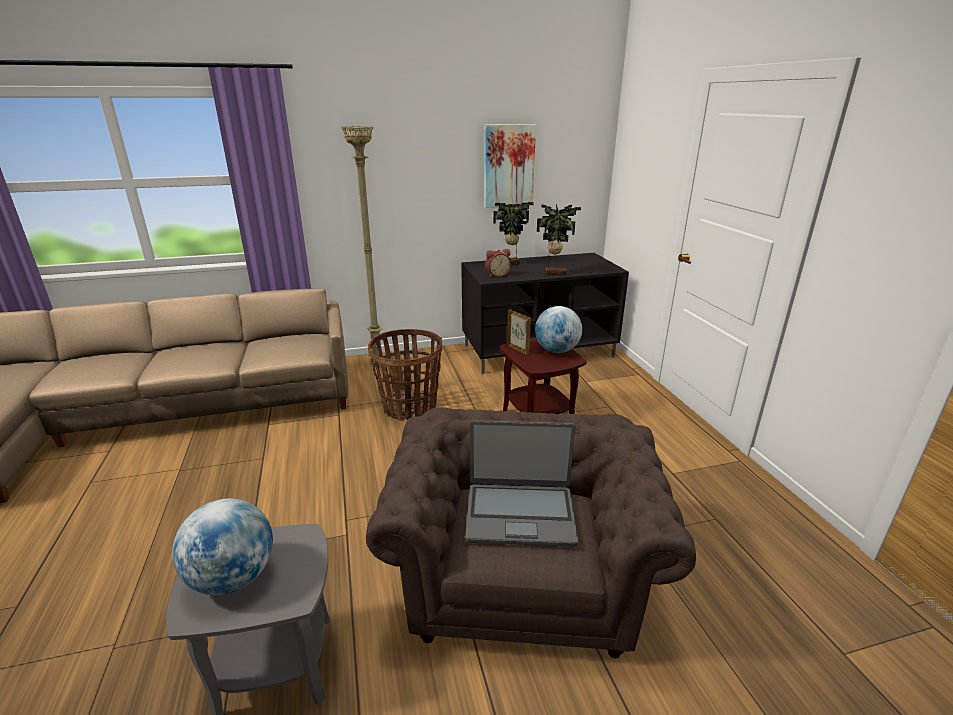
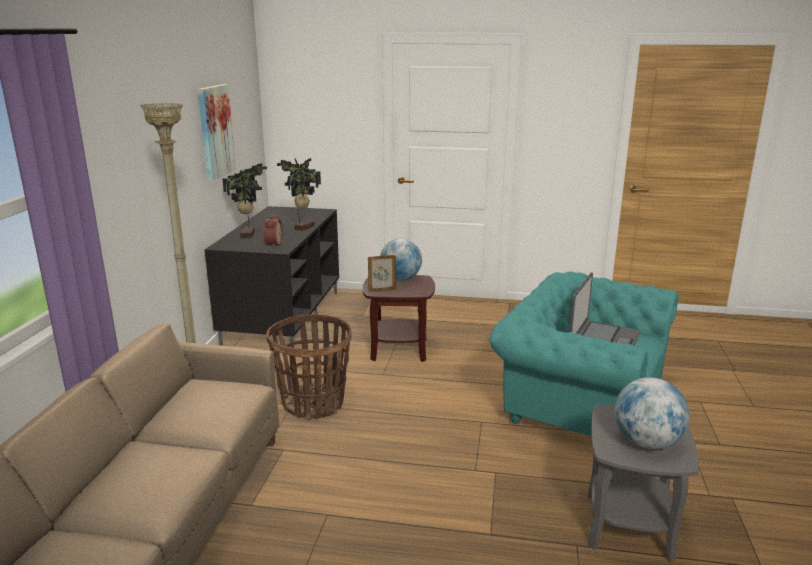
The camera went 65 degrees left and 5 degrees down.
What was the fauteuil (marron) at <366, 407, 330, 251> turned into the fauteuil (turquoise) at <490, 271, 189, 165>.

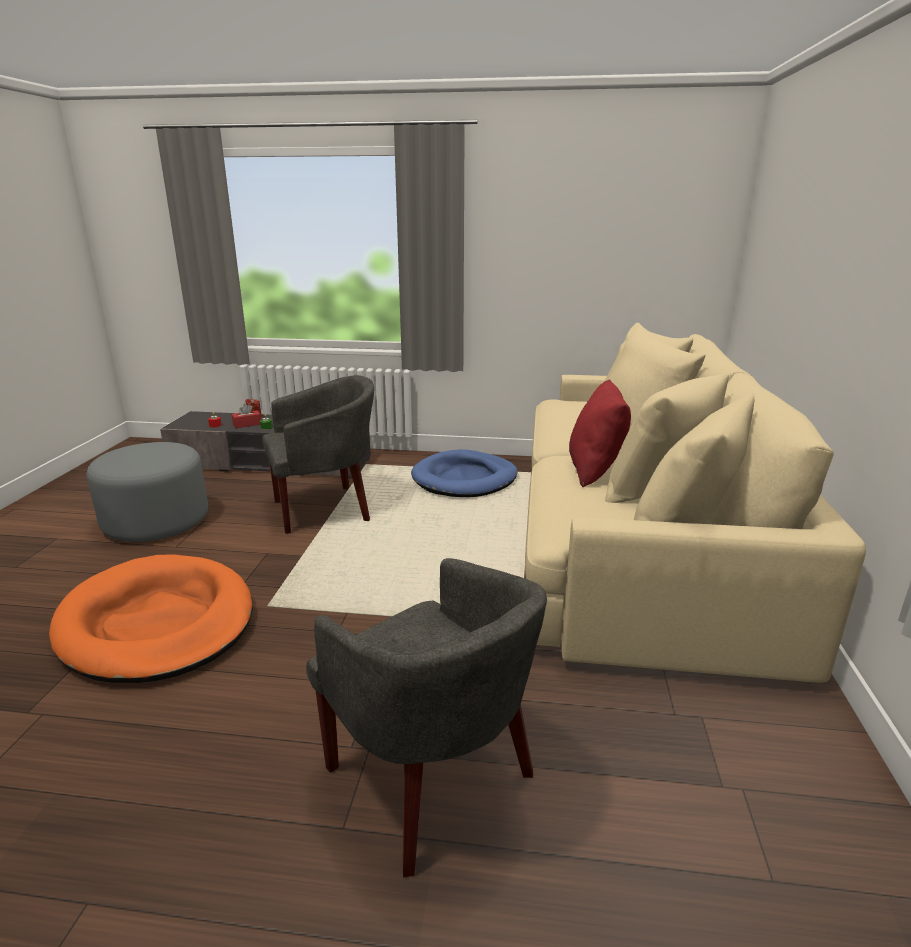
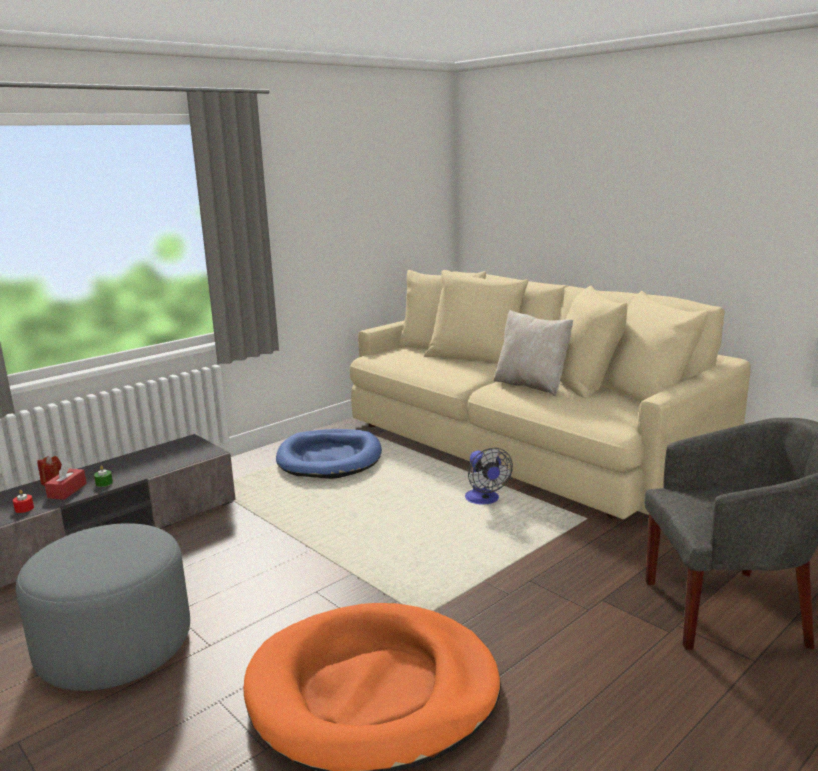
The camera went 50 degrees left and 5 degrees down.
The second view lost the fauteuil (gris) at <262, 375, 112, 159>.
What was the coussin (rouge) at <569, 379, 62, 108> turned into the coussin (beige) at <494, 310, 79, 86>.
The second view gained the ventilateur at <465, 447, 48, 58>.

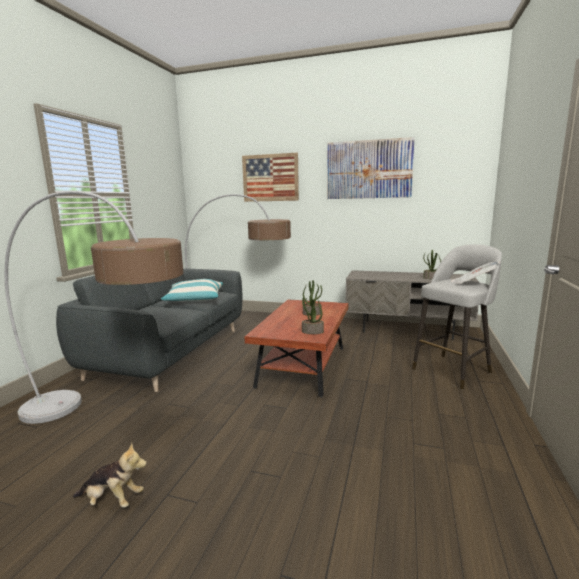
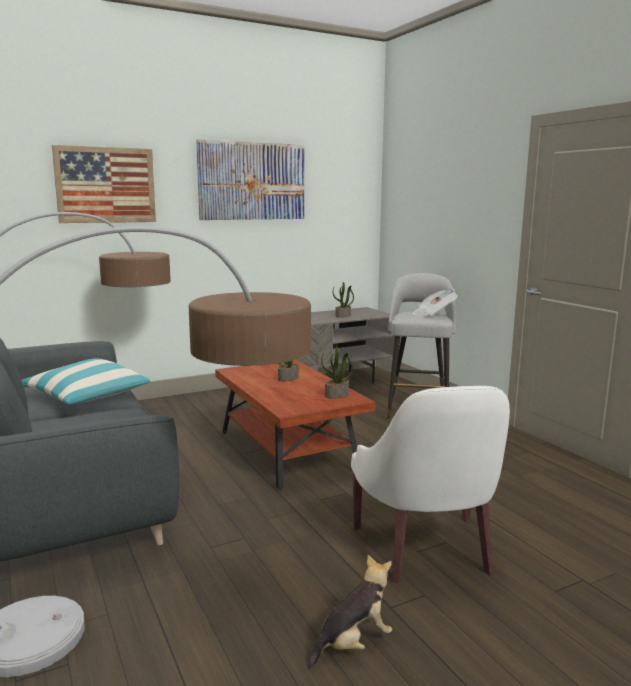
The camera went 45 degrees left and 0 degrees up.
The second view gained the fauteuil (blanc) at <351, 386, 159, 197>.

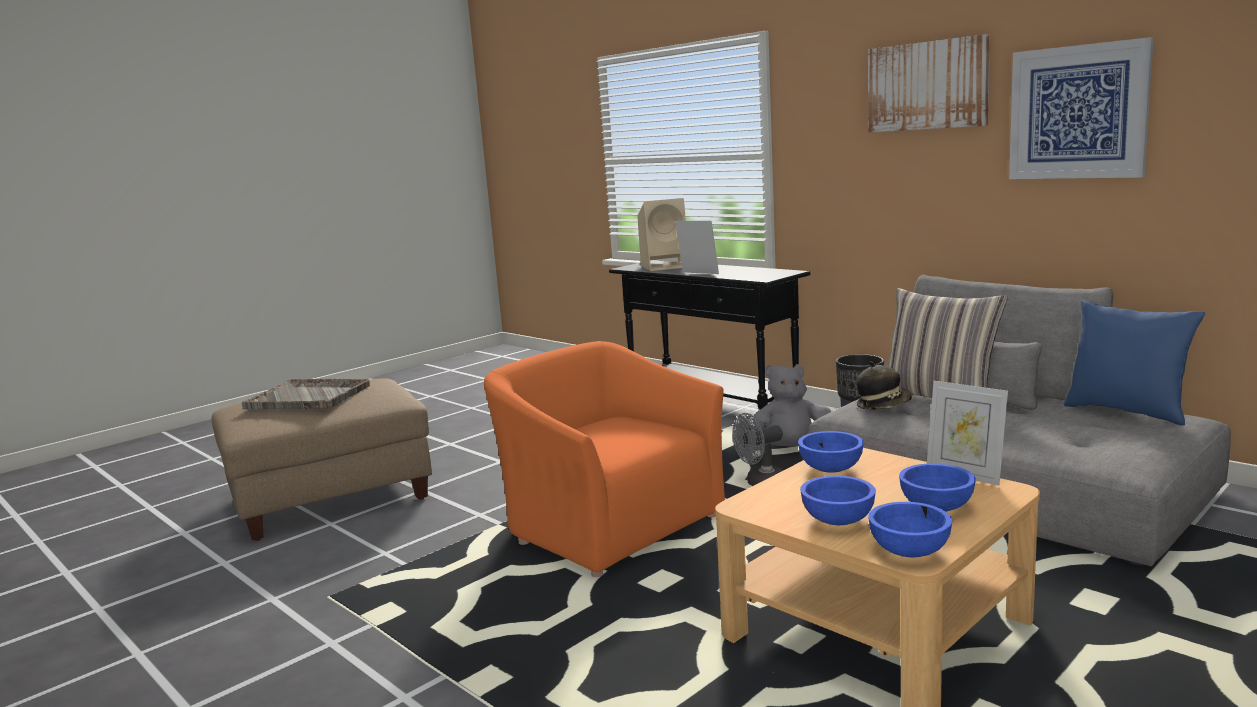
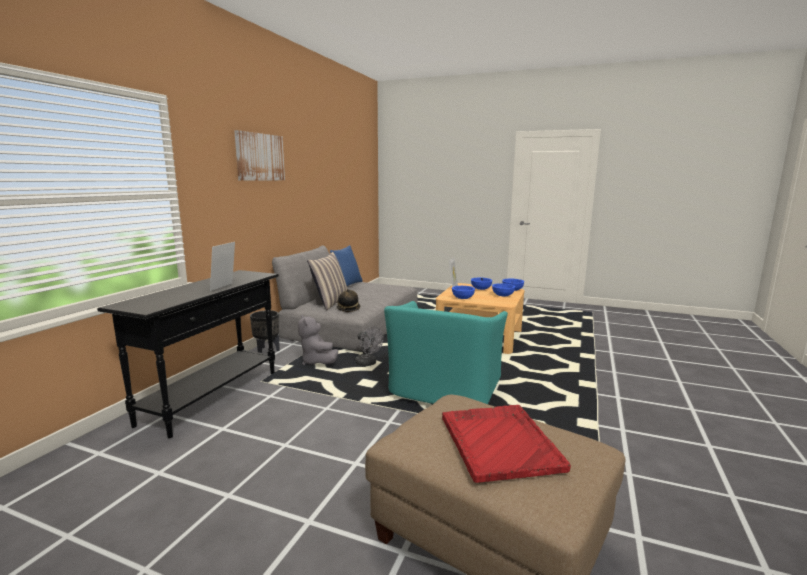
The camera went 115 degrees left and 0 degrees up.
What was the plateau (gris) at <242, 379, 128, 30> turned into the plateau (rouge) at <442, 405, 129, 78>.
What was the fauteuil (orange) at <484, 341, 241, 236> turned into the fauteuil (turquoise) at <384, 301, 124, 103>.
The second view lost the enceinte (beige) at <637, 198, 49, 73>.
The second view lost the tableau at <1009, 37, 145, 142>.

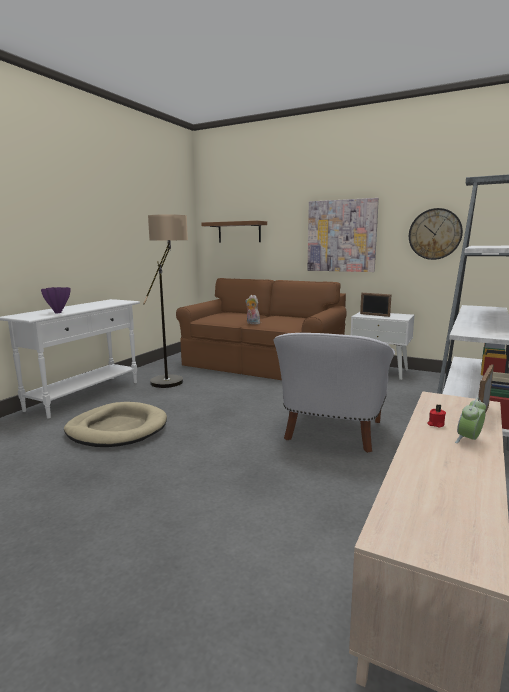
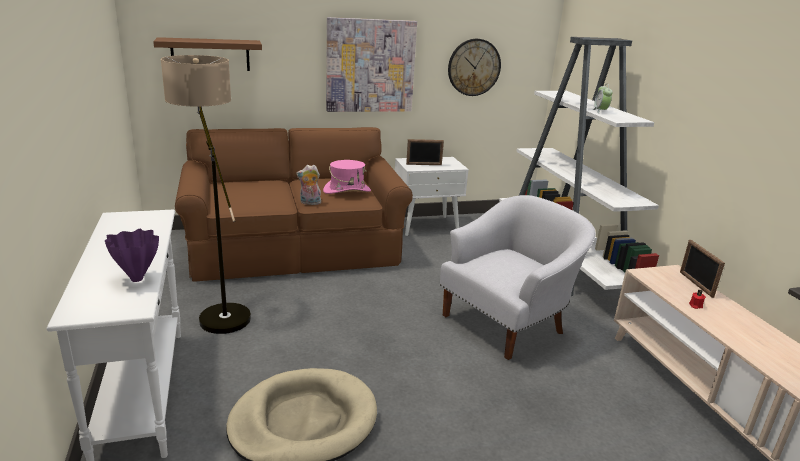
The camera went 45 degrees left and 10 degrees up.
The fauteuil (blanc) at <273, 333, 122, 120> ended up facing another way, 105 degrees counterclockwise from before.
The réveil ended up elsewhere, having gone from <455, 398, 31, 45> to <593, 84, 20, 29>.
The second view gained the chapeau (rose) at <323, 160, 48, 34>.

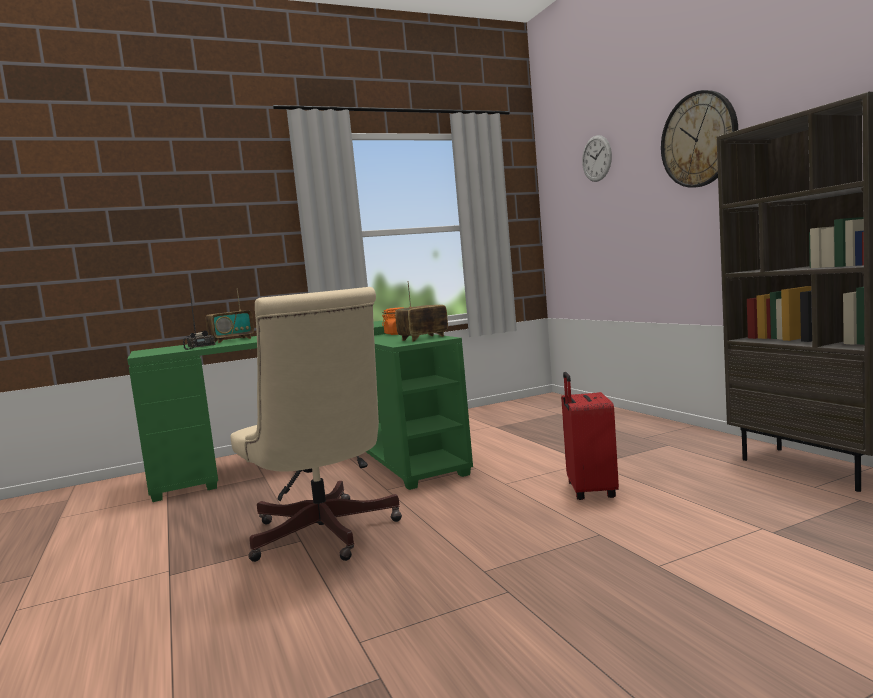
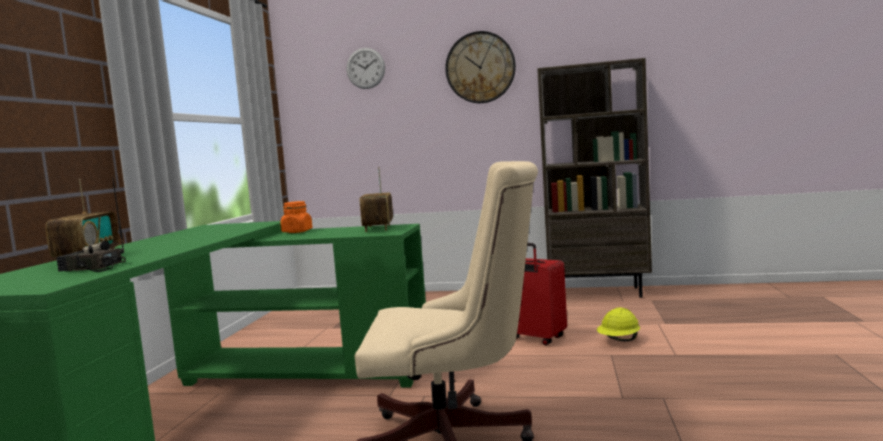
The camera went 55 degrees left and 0 degrees up.
The second view gained the casque de chantier (jaune) at <597, 307, 43, 34>.

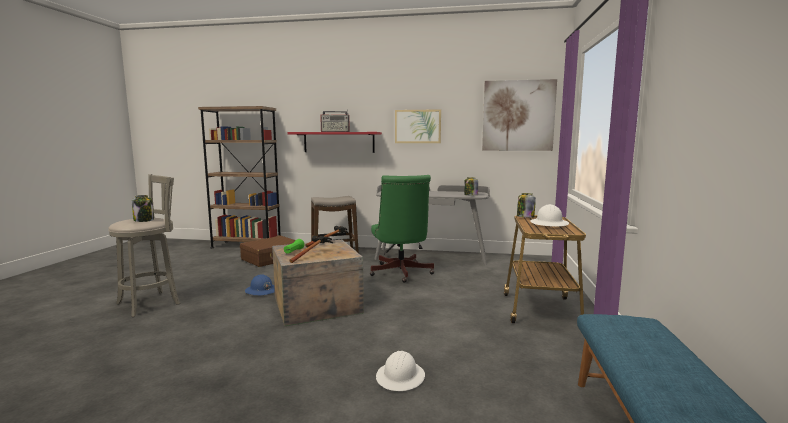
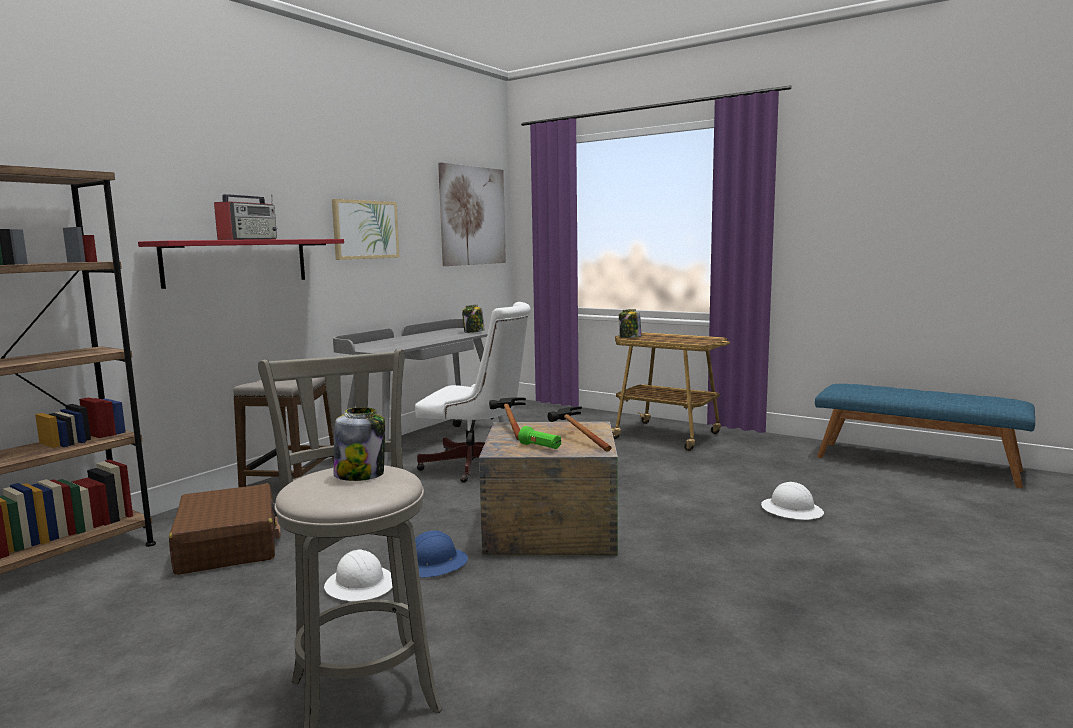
The camera went 65 degrees left and 0 degrees up.
What was the chaise de bureau (vert) at <370, 175, 64, 108> turned into the chaise de bureau (blanc) at <415, 302, 116, 181>.
The casque de chantier (blanc) ended up elsewhere, having gone from <530, 204, 39, 23> to <324, 549, 69, 52>.

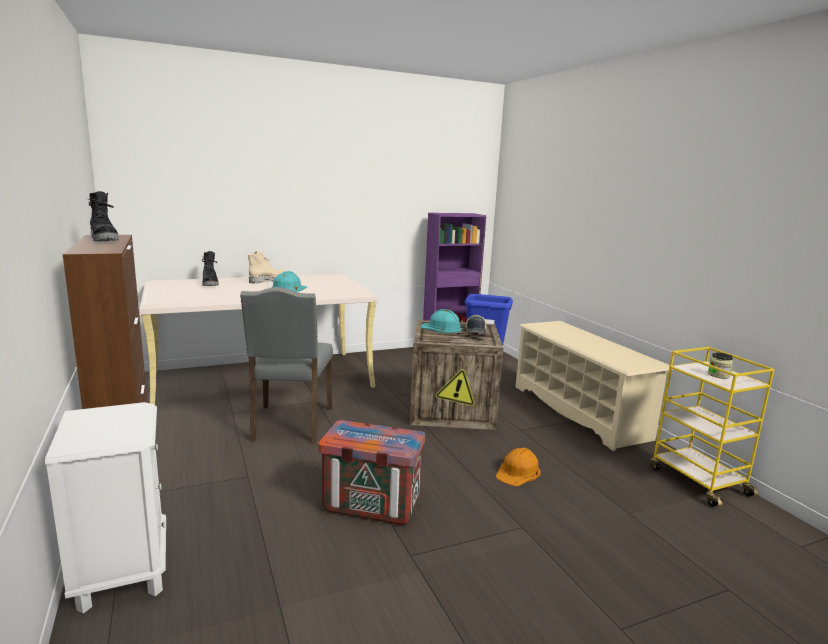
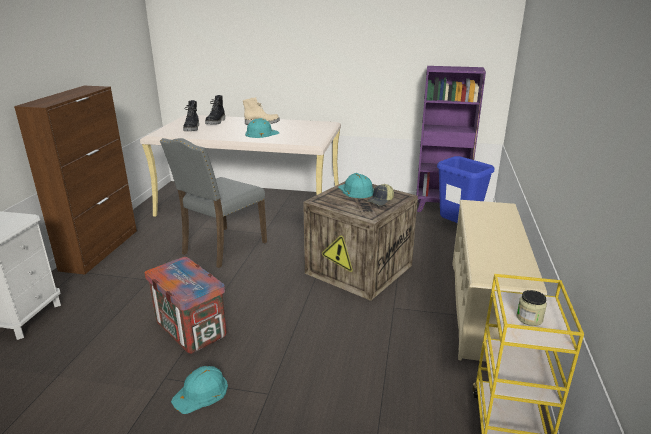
The camera went 35 degrees right and 10 degrees up.
The botte (noir) ended up elsewhere, having gone from <89, 191, 30, 50> to <183, 100, 16, 31>.
The second view lost the casque de chantier (orange) at <496, 448, 45, 38>.
The second view gained the casque de chantier (turquoise) at <171, 366, 57, 48>.

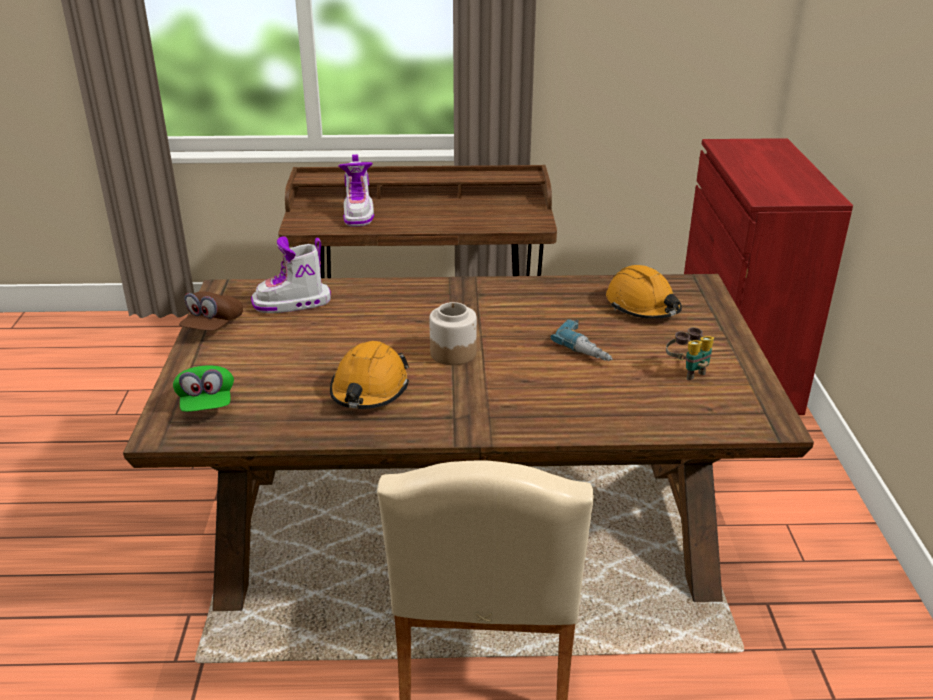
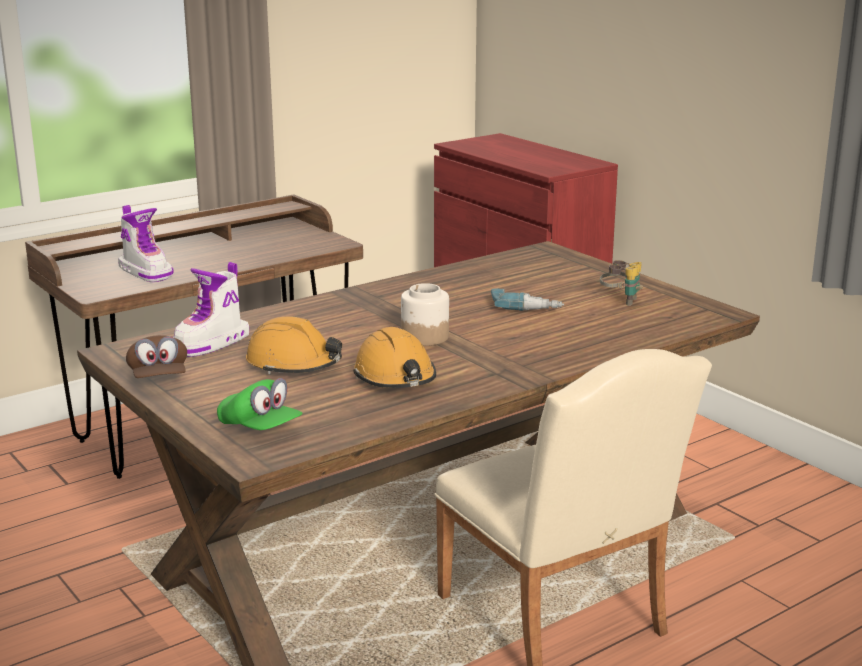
The camera went 35 degrees left and 10 degrees down.
The casque de chantier (orange) ended up elsewhere, having gone from <606, 265, 76, 54> to <246, 316, 96, 59>.

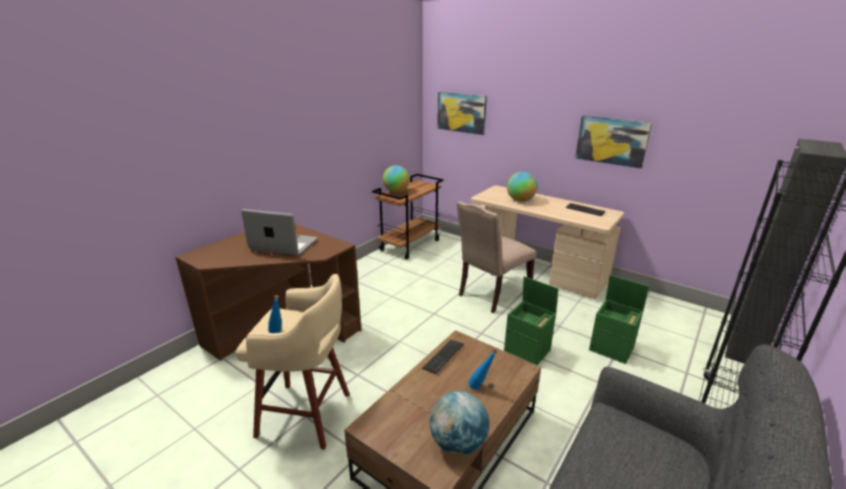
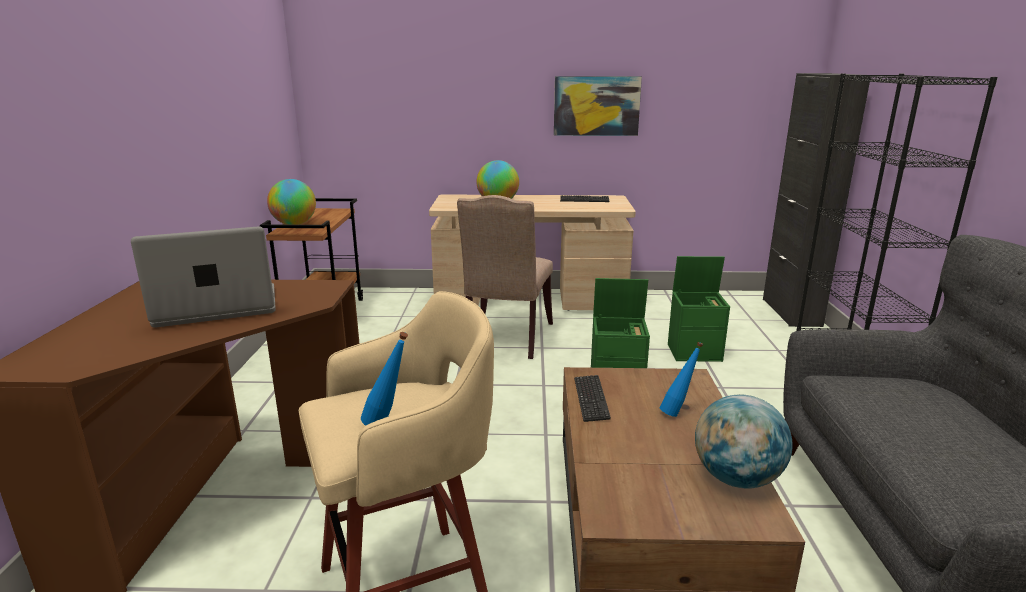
The camera went 35 degrees left and 5 degrees down.
The second view lost the tableau at <437, 92, 50, 43>.

